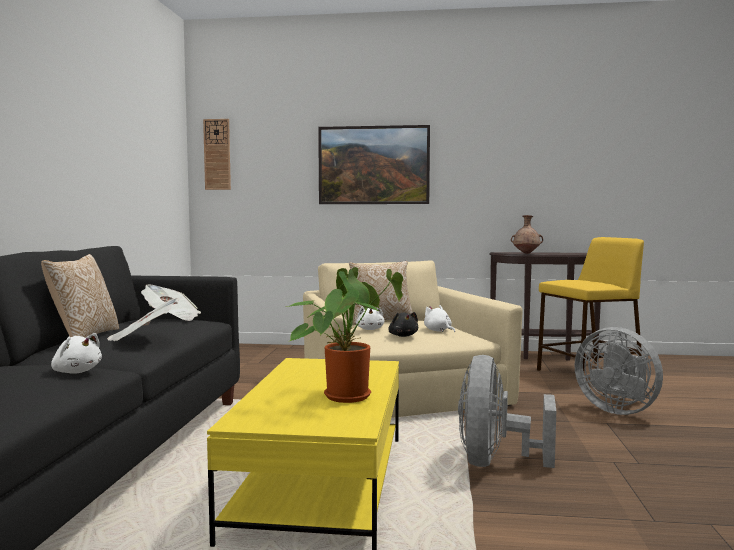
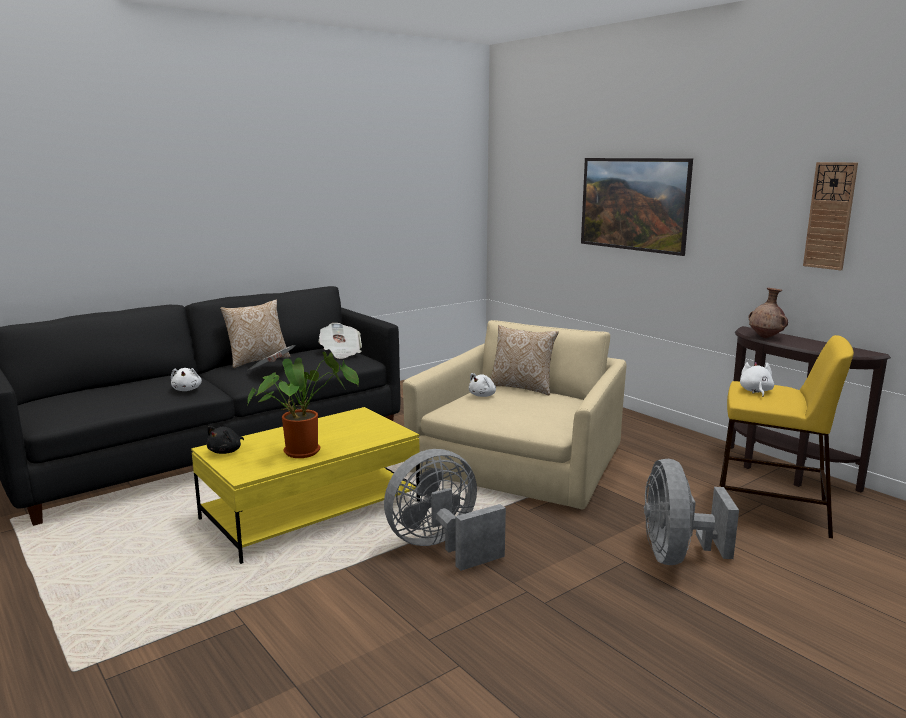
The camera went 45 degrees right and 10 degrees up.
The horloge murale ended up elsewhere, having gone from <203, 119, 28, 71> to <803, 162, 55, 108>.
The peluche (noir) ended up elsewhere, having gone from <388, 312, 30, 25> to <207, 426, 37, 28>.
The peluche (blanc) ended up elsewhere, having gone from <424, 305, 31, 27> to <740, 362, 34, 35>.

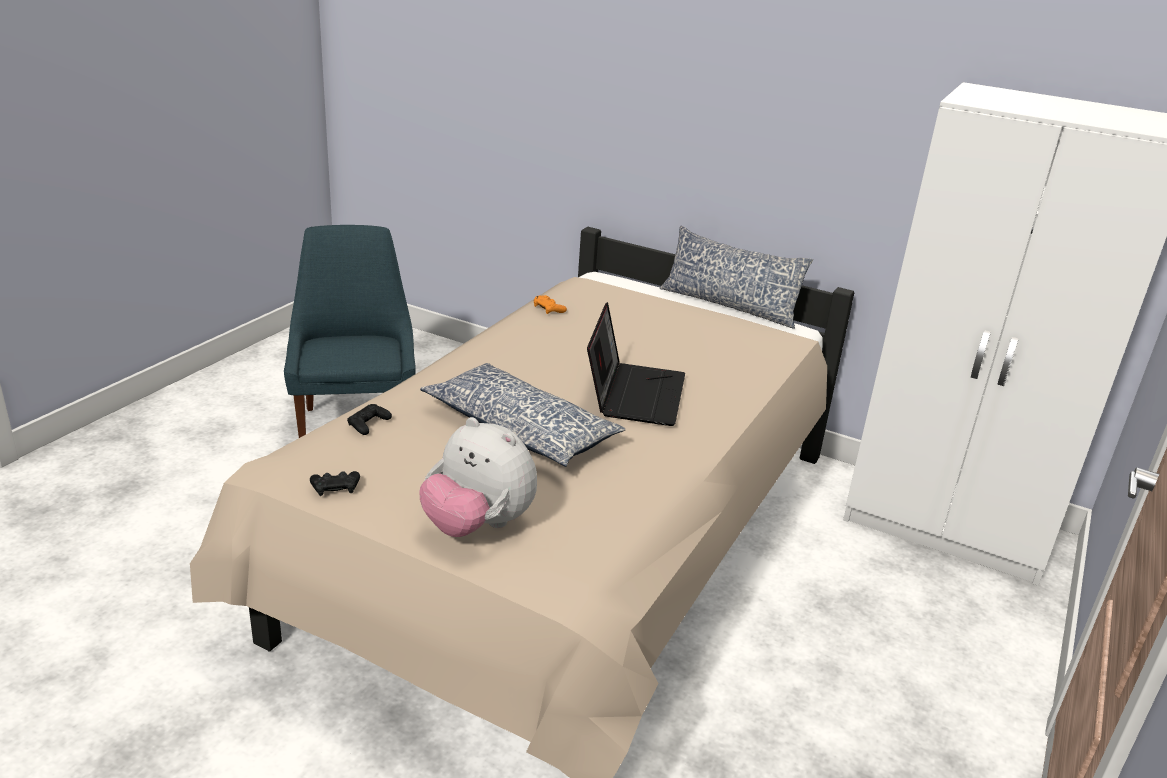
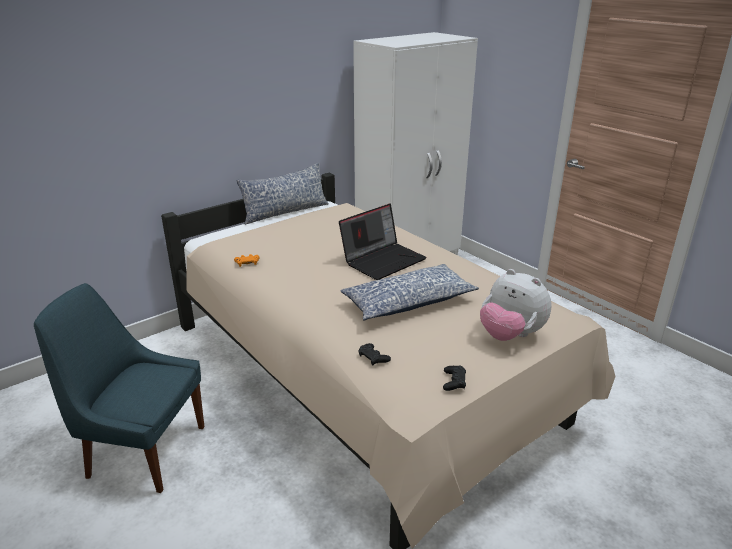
The camera went 65 degrees left and 0 degrees up.
The peluche at <419, 417, 118, 120> ended up facing another way, 75 degrees clockwise from before.
The ordinateur portable at <587, 302, 98, 124> ended up facing another way, 105 degrees clockwise from before.

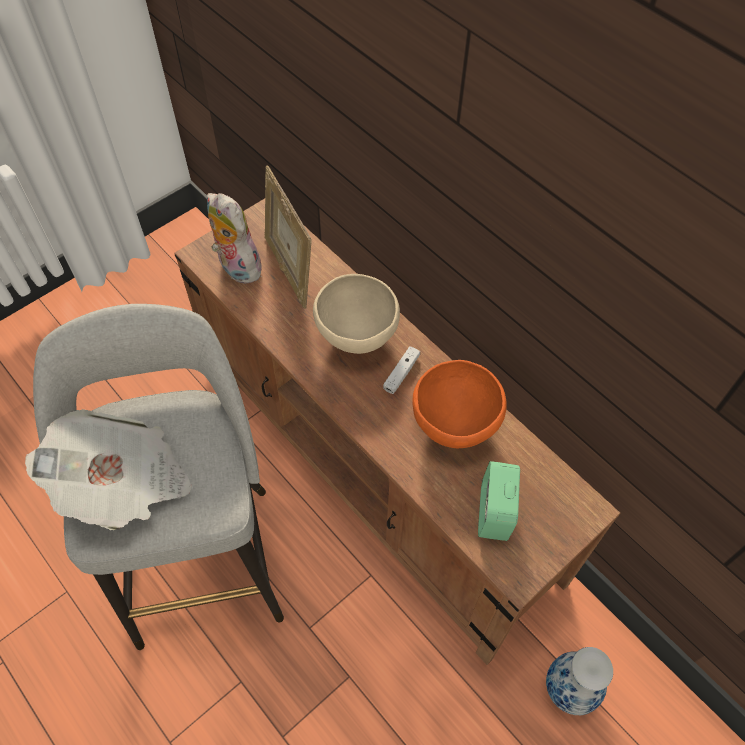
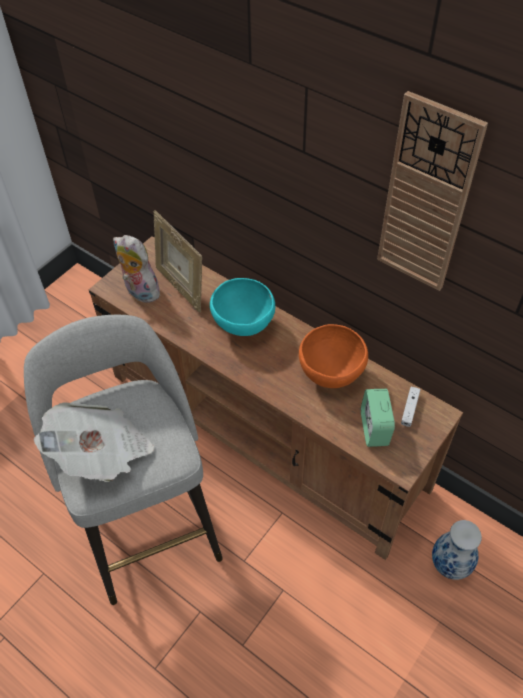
The camera went 10 degrees left and 5 degrees down.
What was the bol (beige) at <313, 274, 87, 80> turned into the bol (turquoise) at <210, 278, 65, 58>.
The manette (blanc) ended up elsewhere, having gone from <383, 346, 37, 48> to <401, 387, 19, 40>.
The second view gained the horloge murale at <377, 91, 111, 200>.

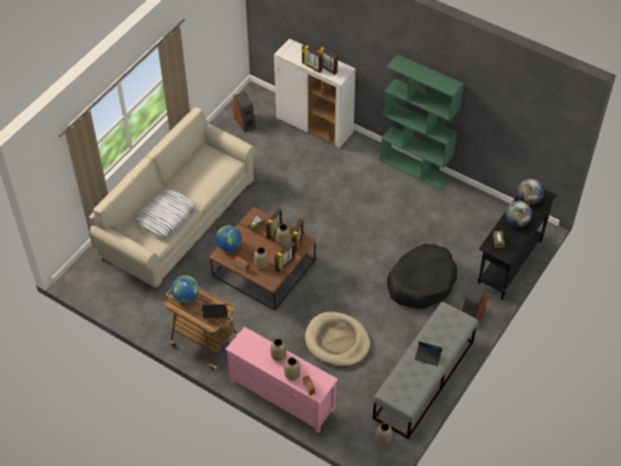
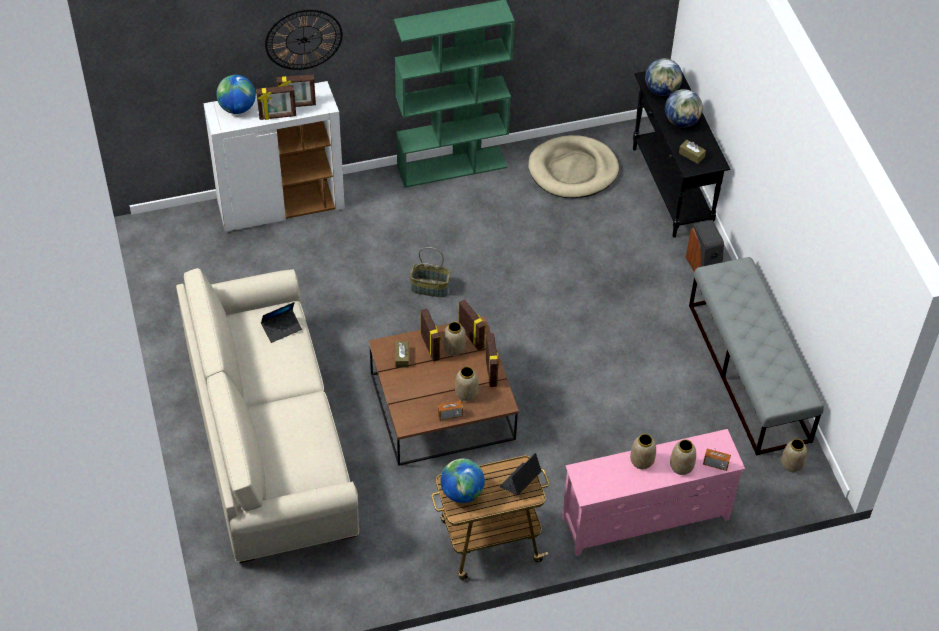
The camera went 50 degrees left and 0 degrees up.
The second view lost the coussin at <136, 189, 59, 48>.
The globe ended up elsewhere, having gone from <216, 225, 26, 26> to <216, 75, 40, 39>.
The second view lost the enceinte at <233, 92, 23, 40>.
The panier pour chien (beige) ended up elsewhere, having gone from <305, 312, 65, 55> to <528, 135, 91, 63>.
The second view lost the panier pour chien (noir) at <387, 244, 70, 65>.
The ordinateur portable ended up elsewhere, having gone from <415, 341, 27, 25> to <261, 302, 41, 41>.
The second view gained the horloge murale at <265, 9, 78, 61>.
The second view gained the panier at <410, 247, 41, 50>.

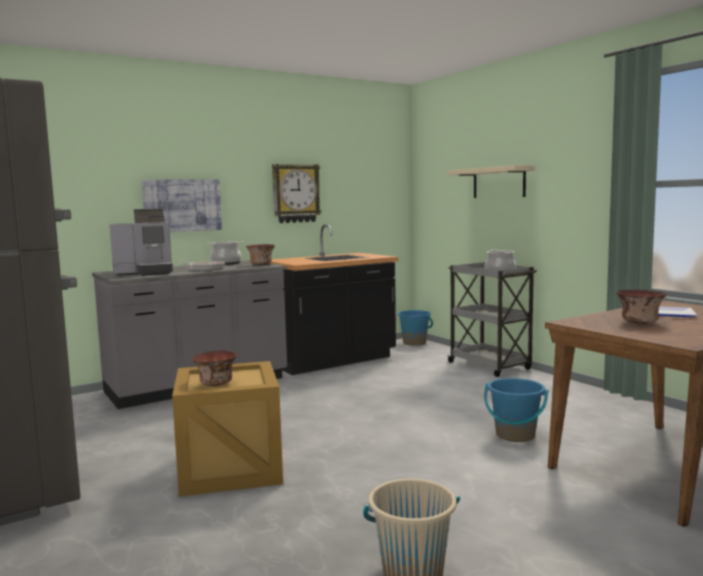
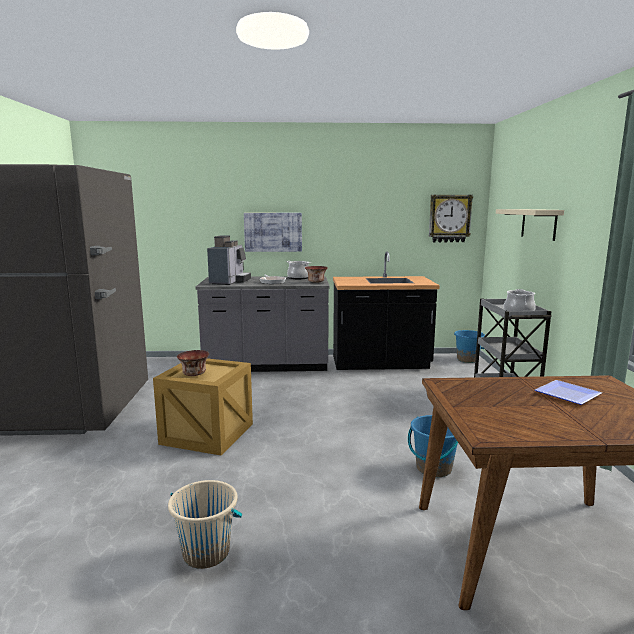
The camera went 30 degrees right and 5 degrees up.
The machine à café at <110, 209, 63, 67> ended up facing another way, 90 degrees counterclockwise from before.
The horloge murale ended up elsewhere, having gone from <272, 164, 49, 59> to <429, 195, 44, 47>.
The second view lost the bol at <616, 290, 51, 34>.

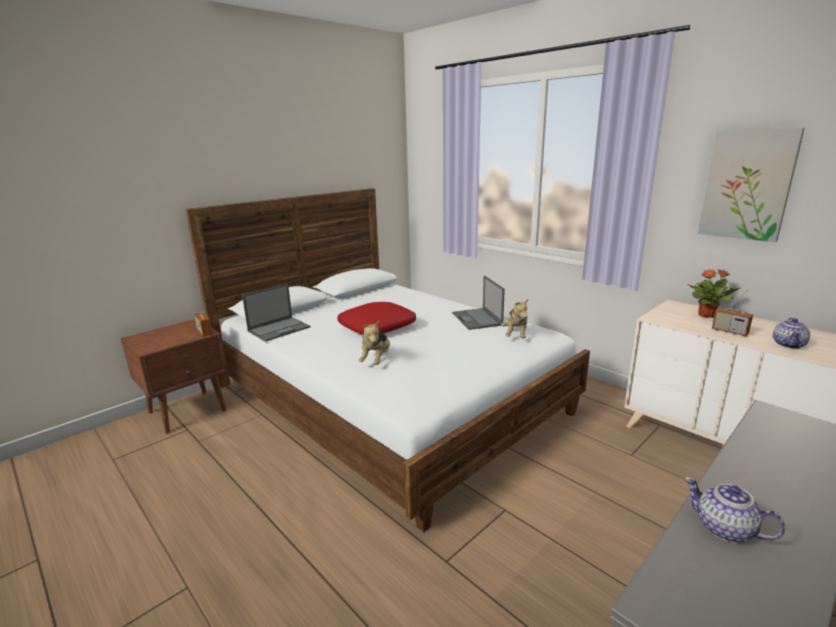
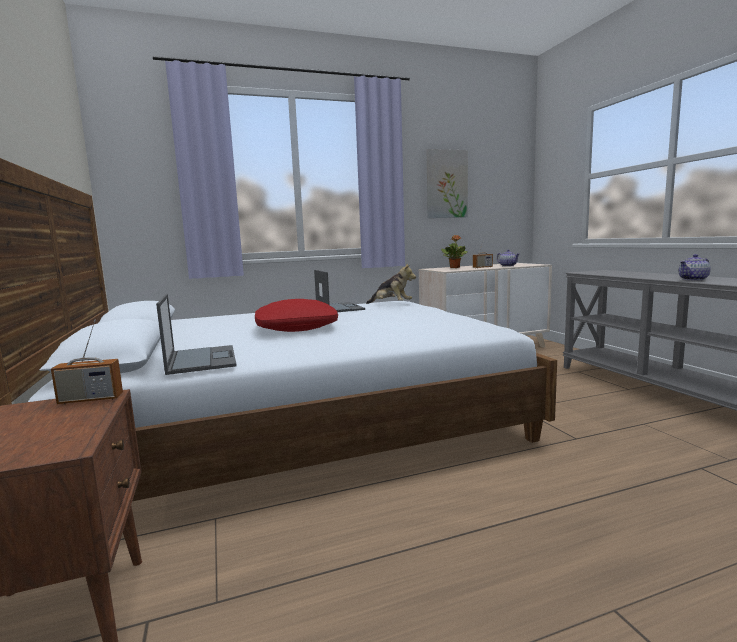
The camera went 65 degrees left and 10 degrees down.
The second view lost the peluche at <358, 321, 32, 44>.
The ordinateur portable at <452, 276, 53, 54> ended up facing another way, 120 degrees counterclockwise from before.

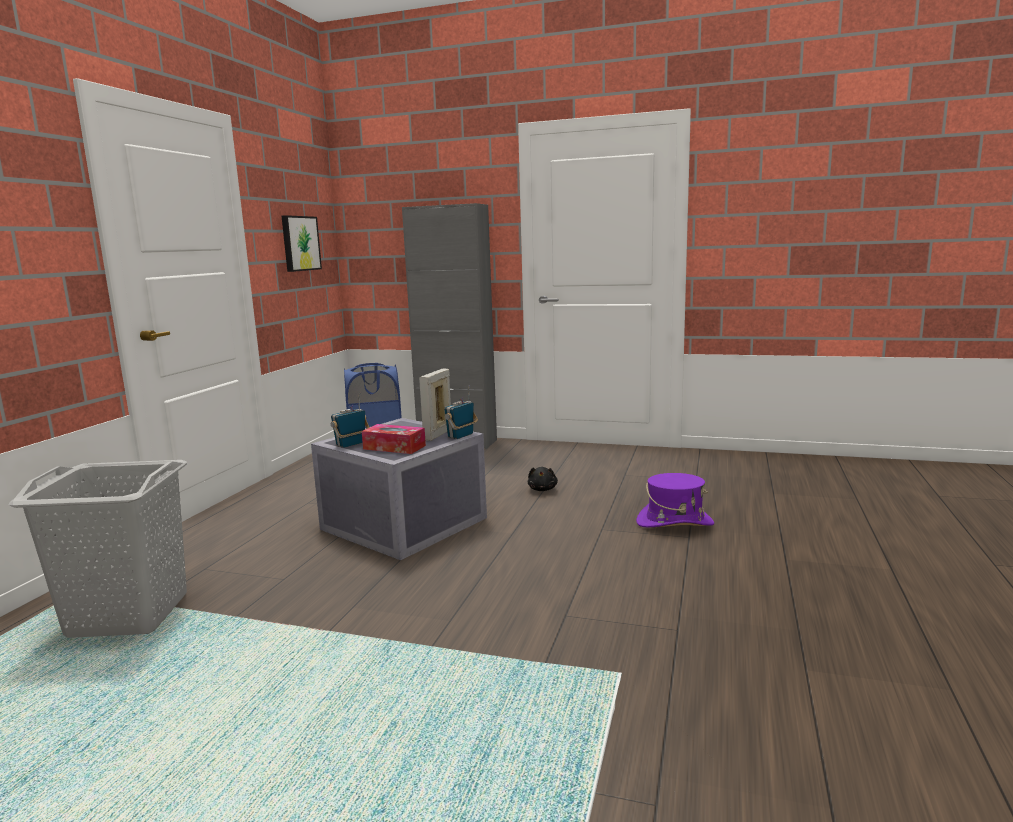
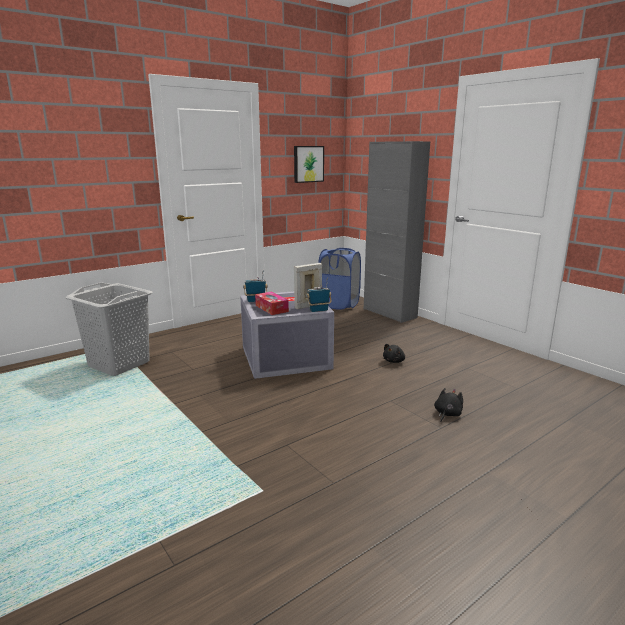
The camera went 35 degrees right and 5 degrees up.
Where the chapeau (violet) stood at <636, 473, 78, 54>, the peluche (noir) came to stand at <434, 388, 29, 34>.

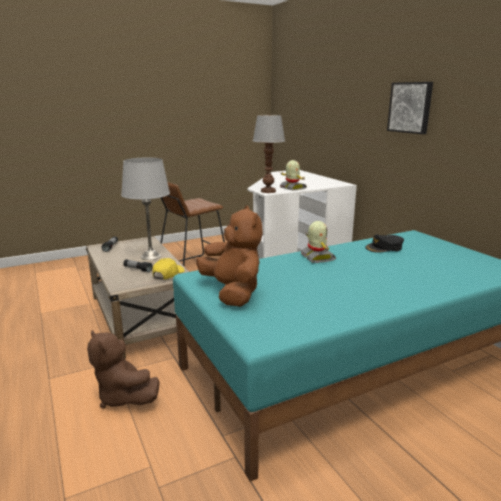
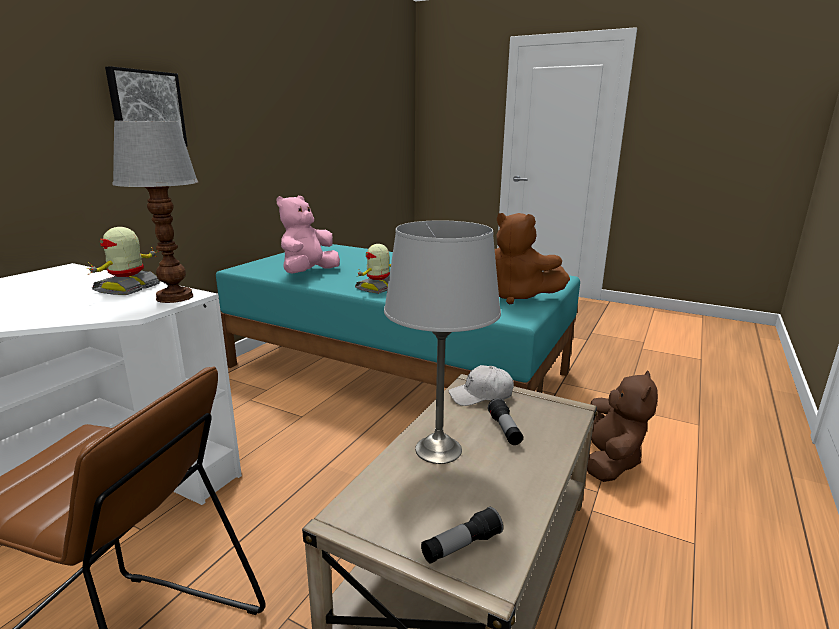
The camera went 125 degrees left and 0 degrees up.
What was the casquette (jaune) at <152, 258, 33, 22> turned into the casquette (blanc) at <449, 365, 65, 41>.
The peluche (marron) at <196, 205, 67, 102> ended up facing another way, 90 degrees counterclockwise from before.
Where the casquette (noir) stood at <365, 234, 39, 19>, the peluche (rose) came to stand at <277, 196, 63, 77>.

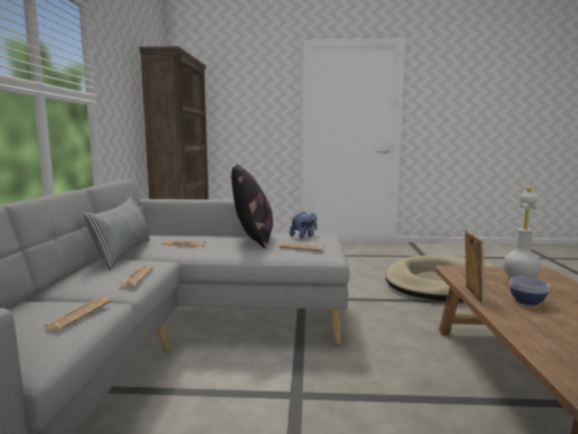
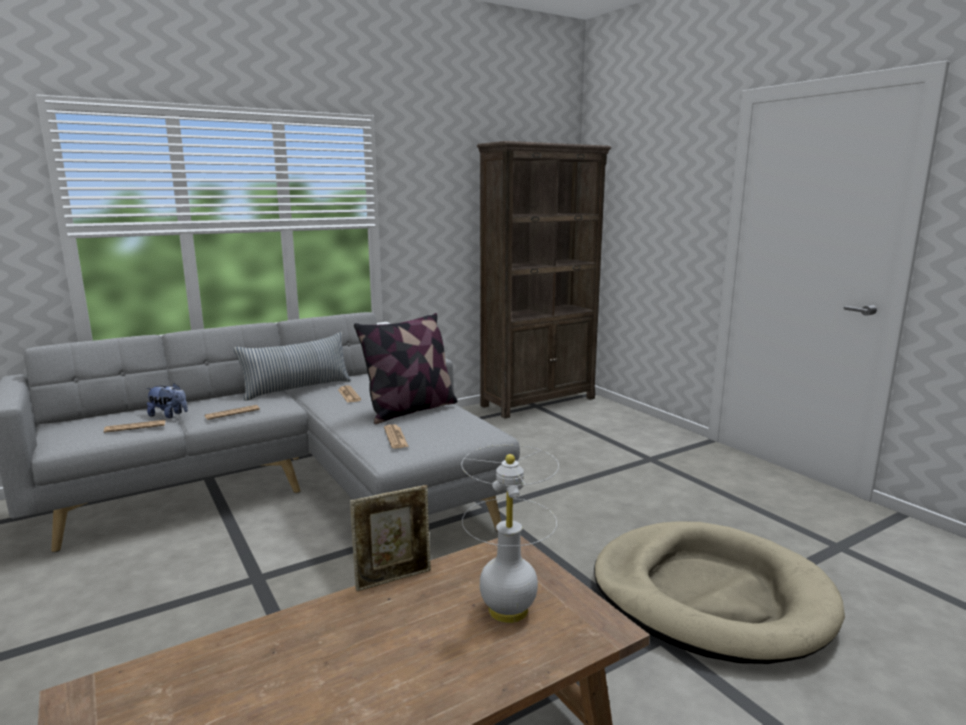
The camera went 55 degrees right and 5 degrees up.
The peluche ended up elsewhere, having gone from <290, 211, 27, 28> to <147, 383, 41, 35>.
The second view lost the bol at <510, 277, 40, 29>.

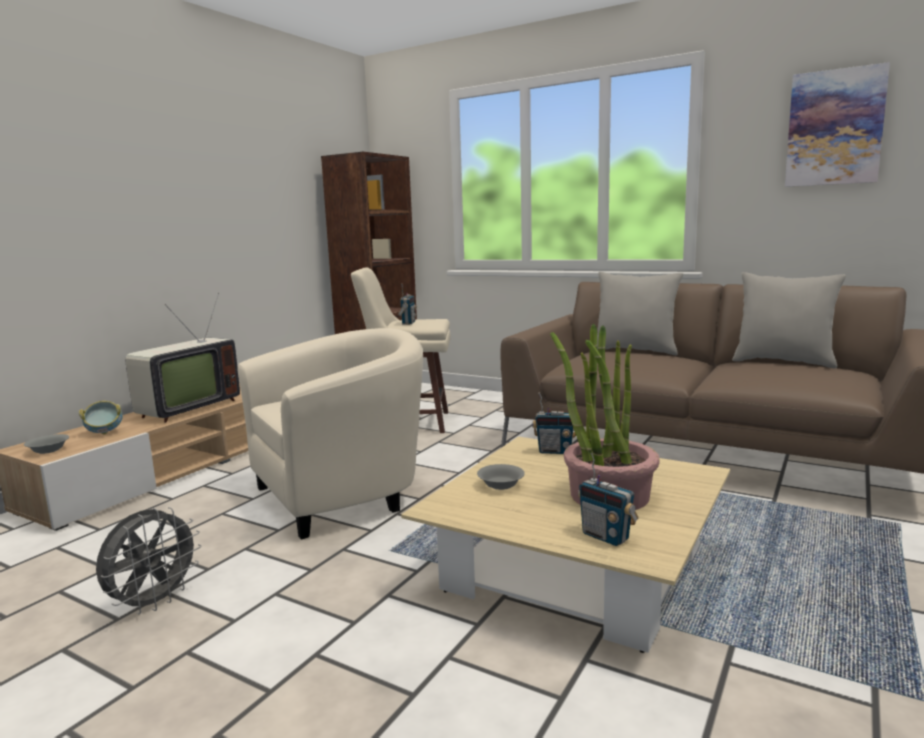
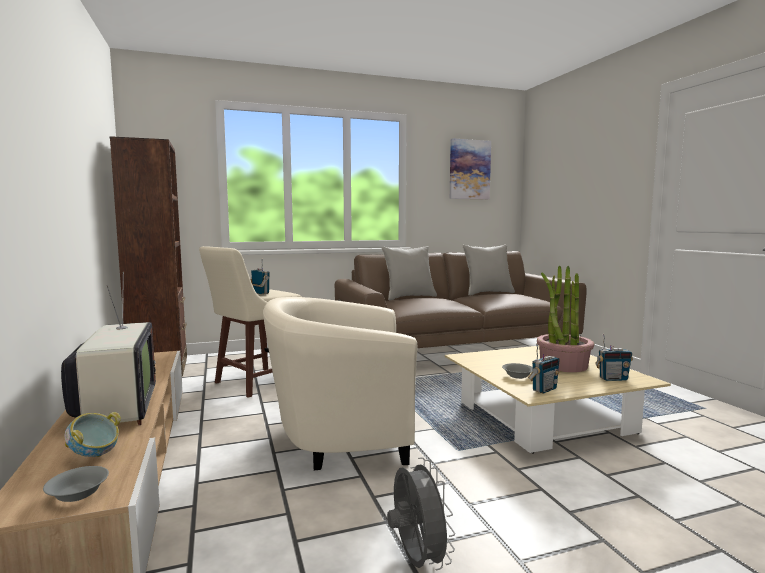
The camera went 50 degrees left and 5 degrees down.
The fauteuil (beige) at <238, 328, 185, 212> ended up facing another way, 105 degrees counterclockwise from before.
The radio ended up elsewhere, having gone from <532, 392, 44, 62> to <528, 343, 32, 50>.

